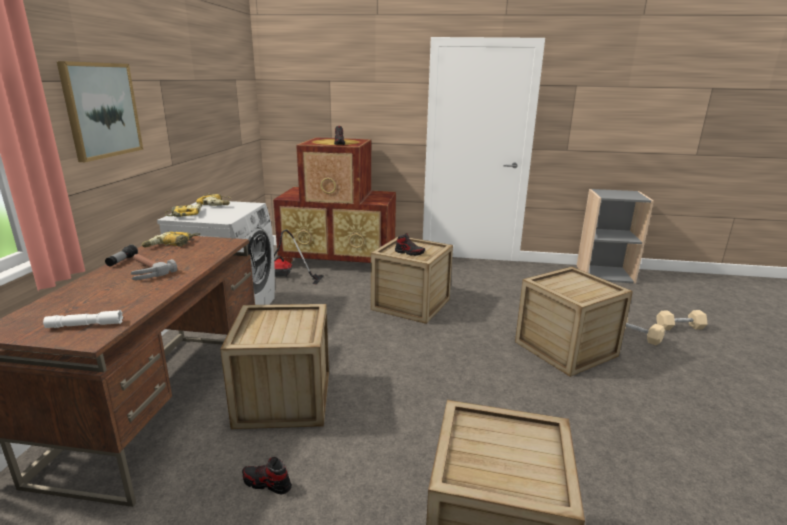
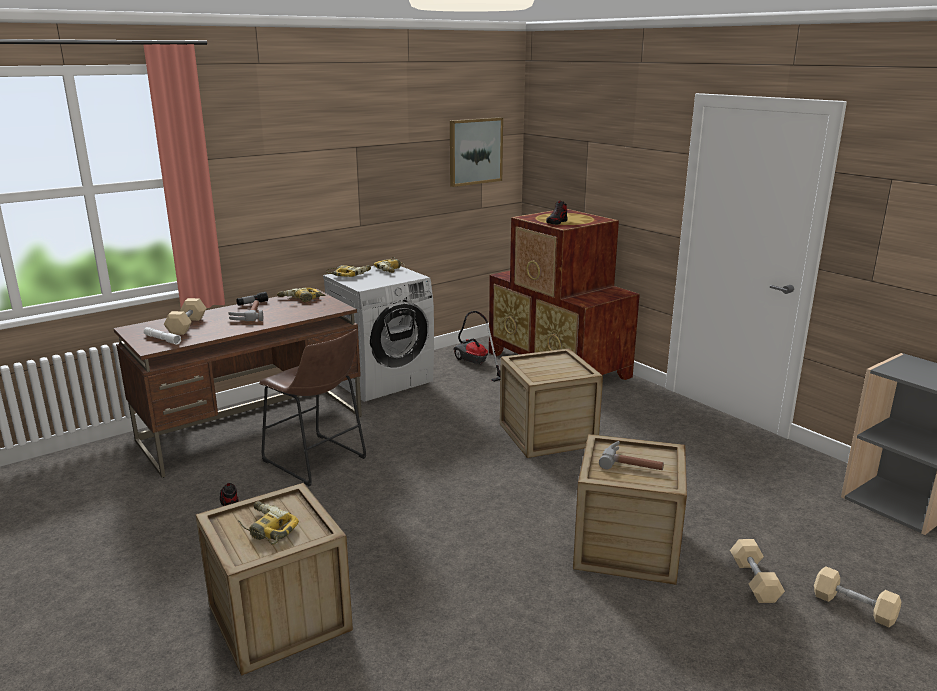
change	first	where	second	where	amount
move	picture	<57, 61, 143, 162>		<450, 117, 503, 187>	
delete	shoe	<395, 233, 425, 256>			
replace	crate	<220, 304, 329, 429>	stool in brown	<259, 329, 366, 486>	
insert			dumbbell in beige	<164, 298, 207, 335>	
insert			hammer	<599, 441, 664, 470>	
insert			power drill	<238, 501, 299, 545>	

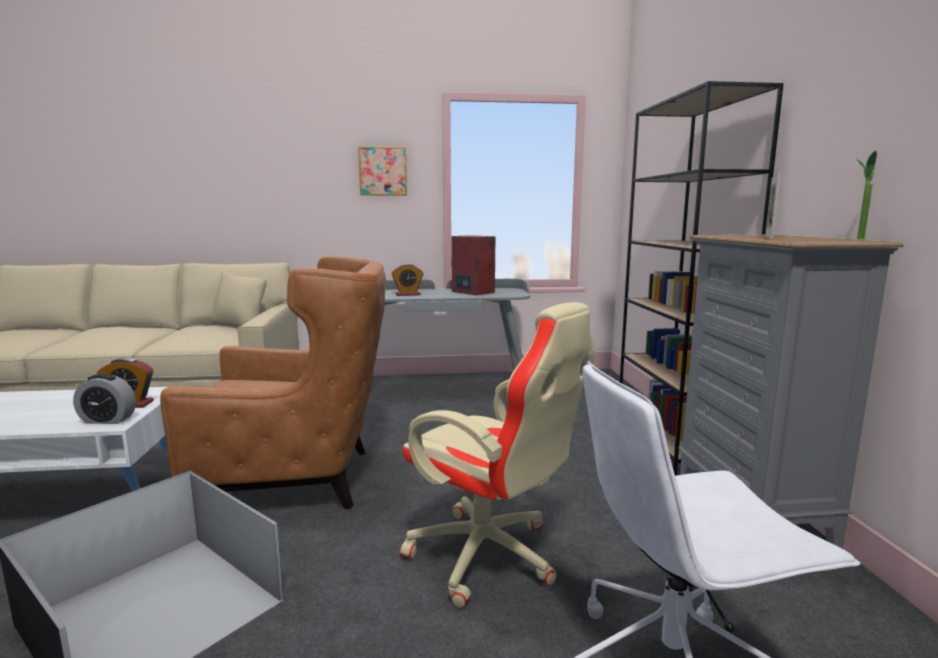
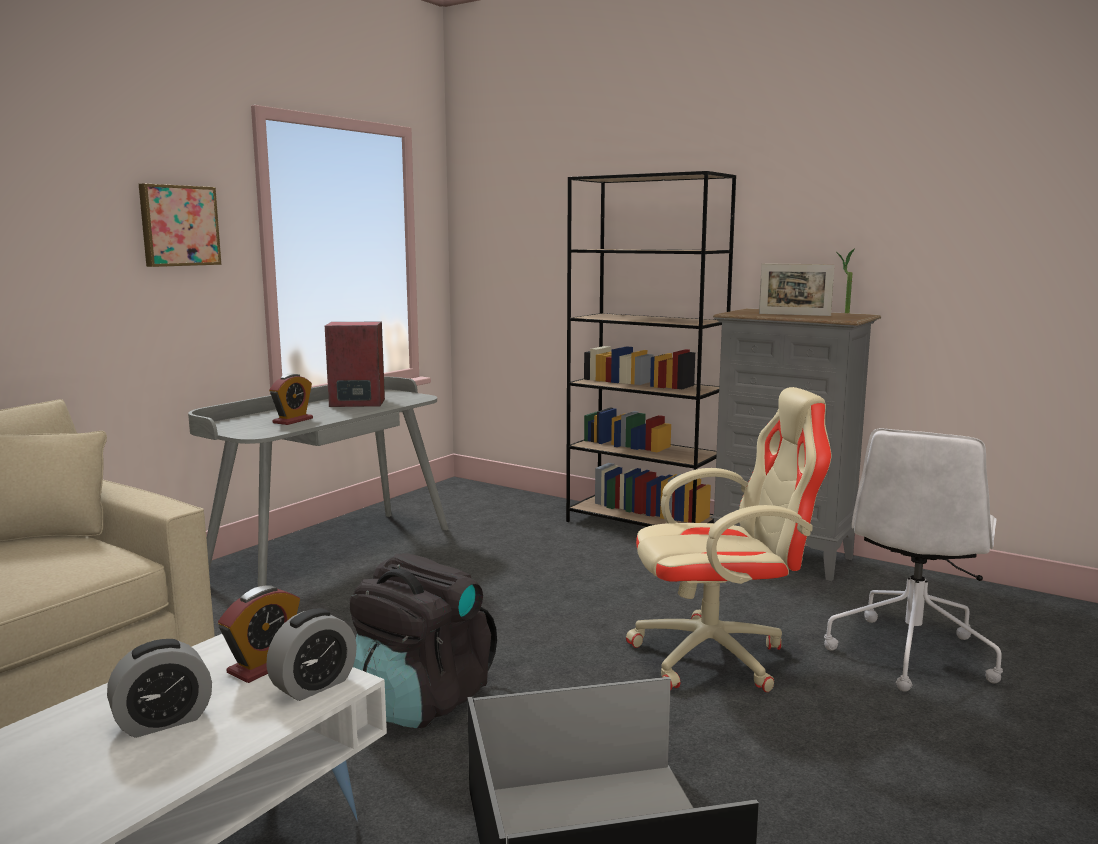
change	first	where	second	where	amount
rotate	picture frame	<765, 172, 781, 239>		<759, 263, 835, 316>	45 degrees counterclockwise
replace	armchair in brown	<160, 256, 386, 509>	backpack in black	<350, 553, 497, 728>	
insert			alarm clock	<107, 639, 212, 738>	

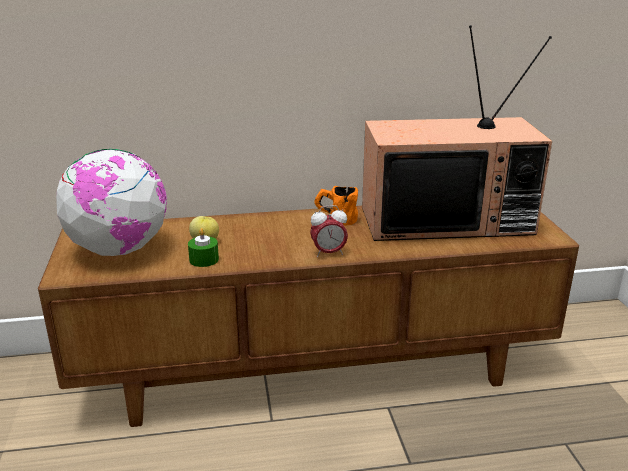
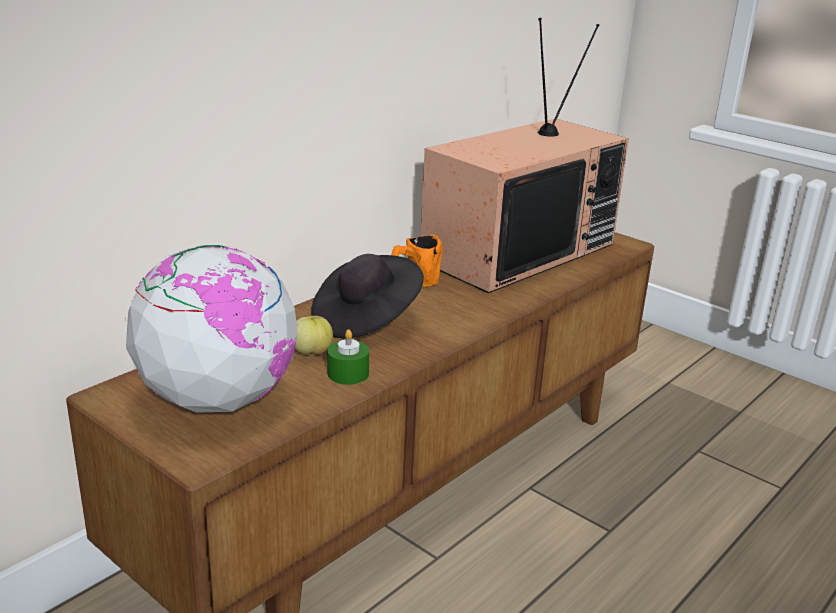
change	first	where	second	where	amount
delete	alarm clock	<310, 205, 348, 257>			
insert			hat in black	<311, 254, 424, 338>	

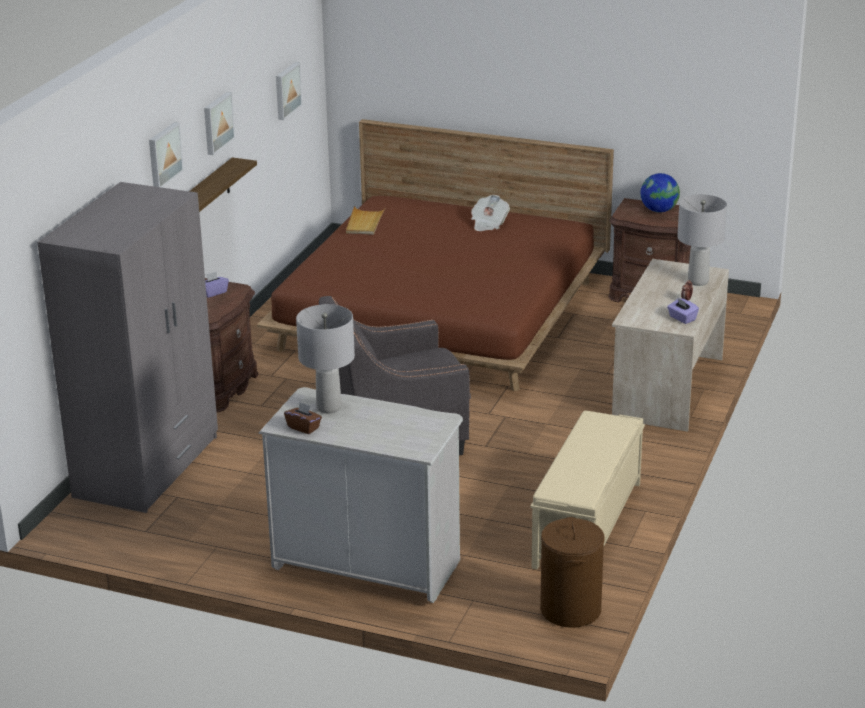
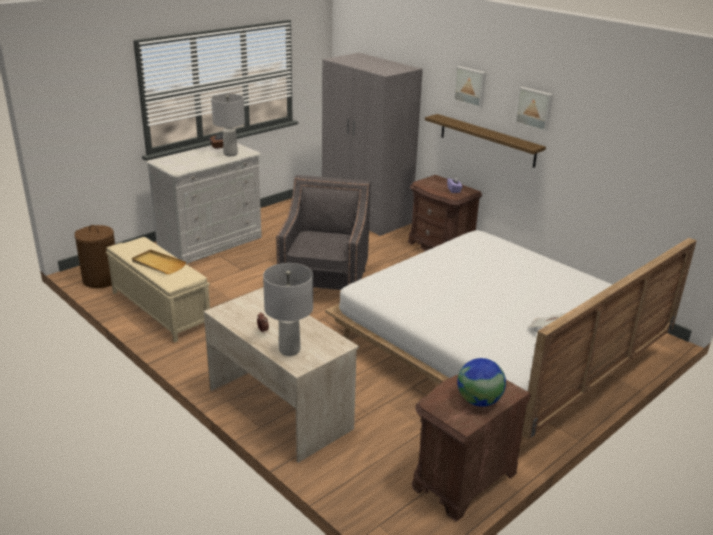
change	first	where	second	where	amount
delete	picture	<276, 62, 302, 120>			
recolor	bed in brown	<257, 119, 614, 391>	bed in white	<325, 230, 697, 440>	
move	tray in beige	<346, 206, 386, 235>		<132, 249, 186, 274>	
delete	tissue box in purple	<667, 297, 699, 324>			

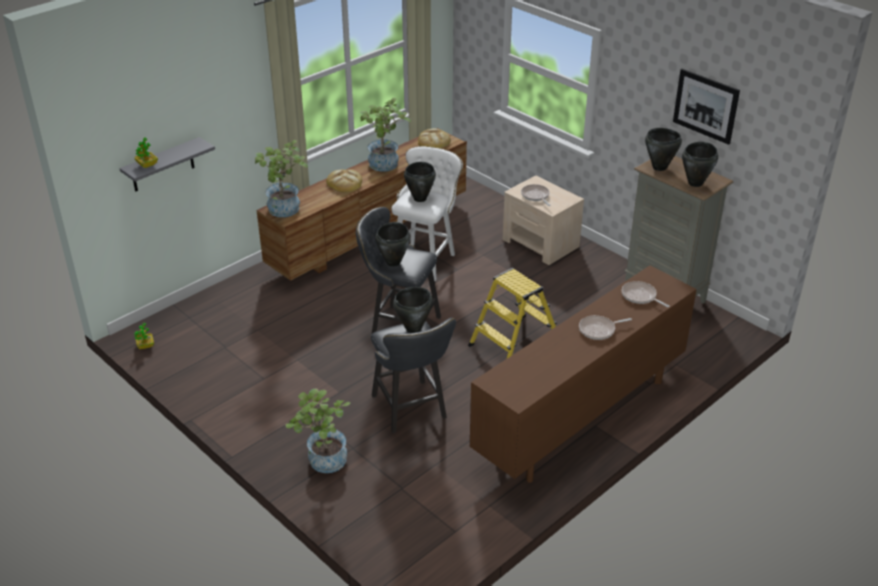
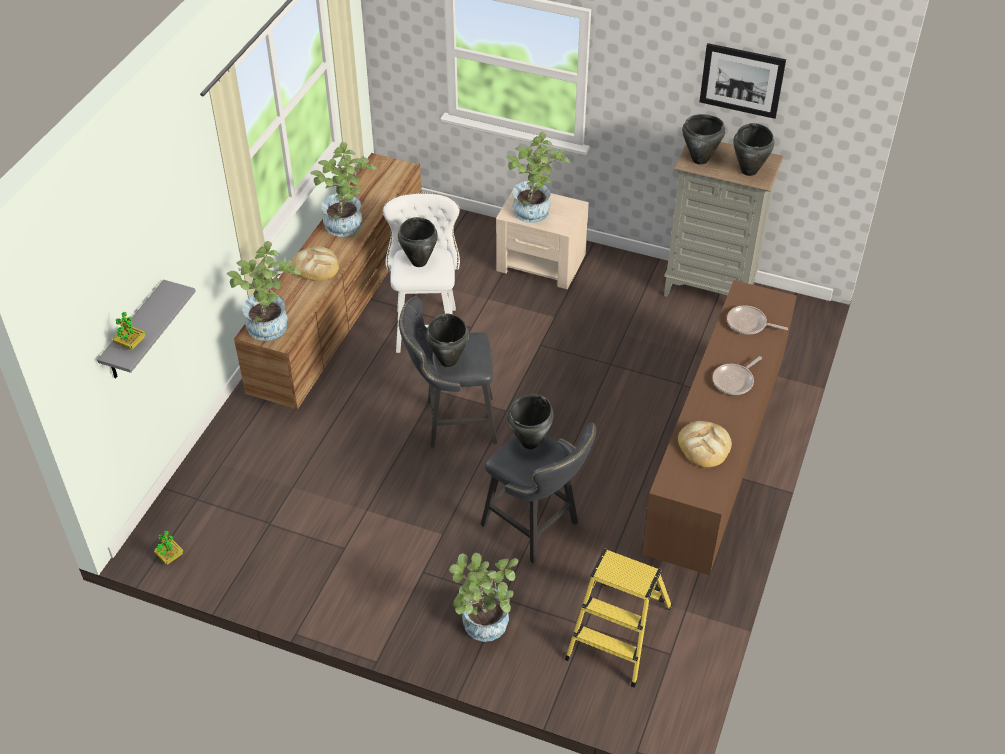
change	first	where	second	where	amount
move	bread	<418, 128, 451, 148>		<678, 421, 732, 467>	
replace	frying pan	<521, 184, 551, 206>	potted plant	<506, 132, 570, 223>	
move	step ladder in yellow	<468, 267, 557, 358>		<565, 548, 672, 688>	

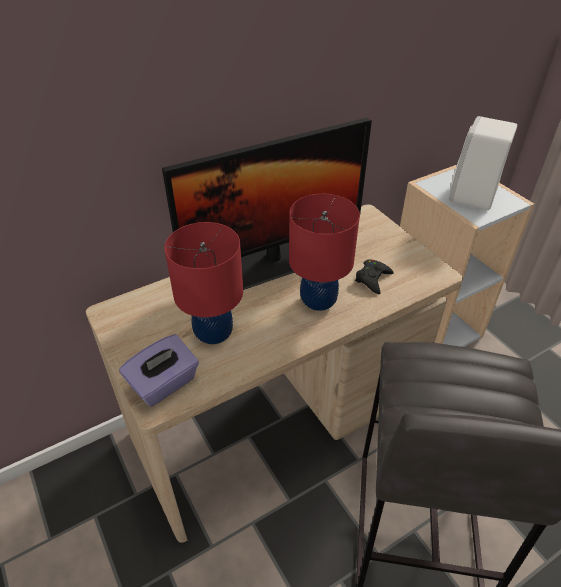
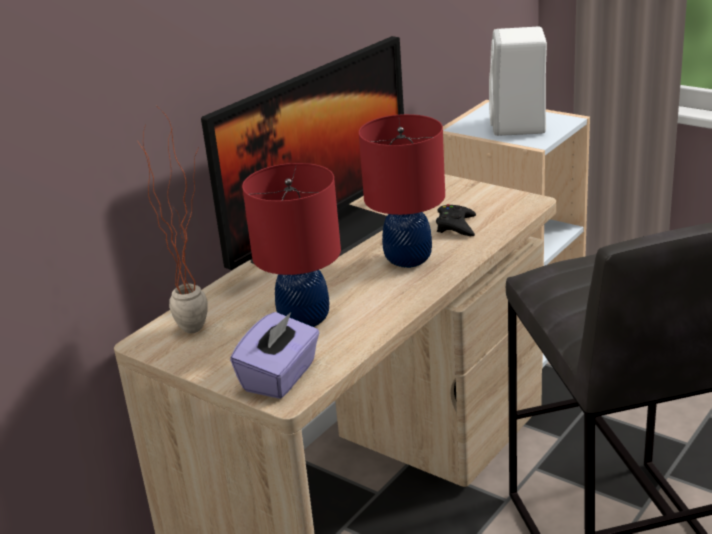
change	first	where	second	where	amount
insert			potted plant	<138, 107, 208, 333>	

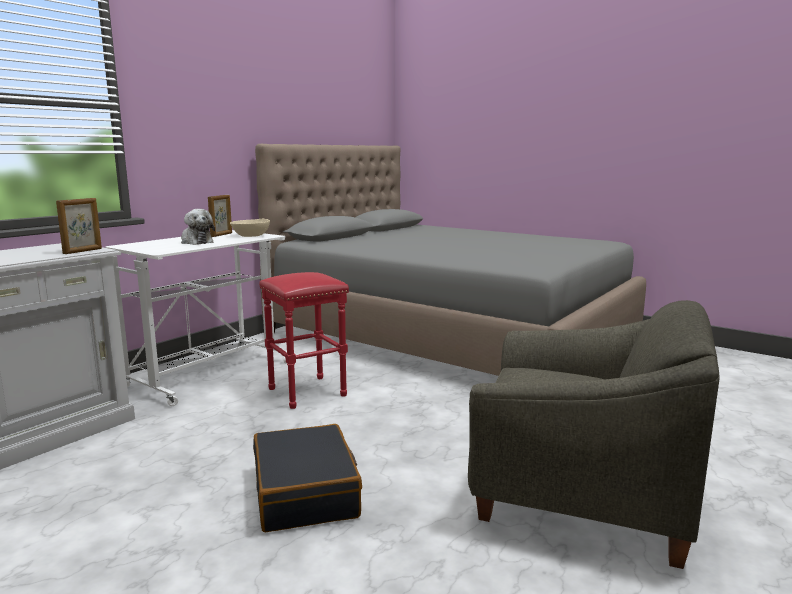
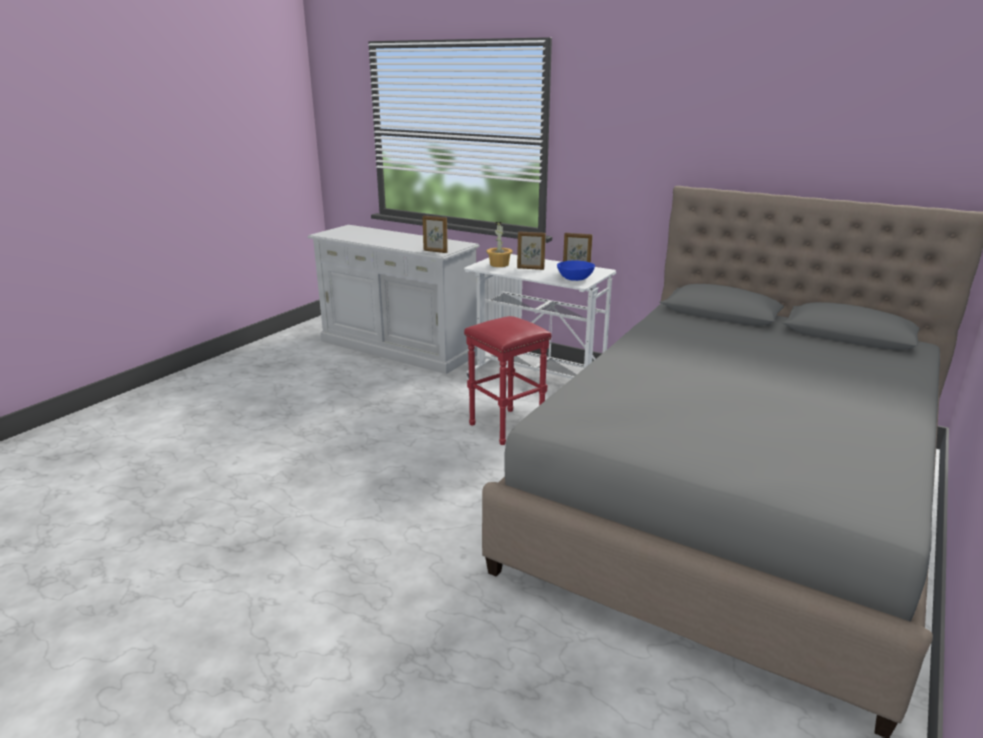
change	first	where	second	where	amount
replace	plush toy	<181, 209, 215, 245>	picture frame	<517, 231, 546, 270>	
recolor	bowl in beige	<230, 219, 270, 237>	bowl in blue	<557, 261, 595, 281>	
delete	armchair in grey	<468, 300, 719, 569>			
delete	suitcase in black	<253, 424, 362, 532>			
insert			potted plant	<487, 222, 513, 267>	

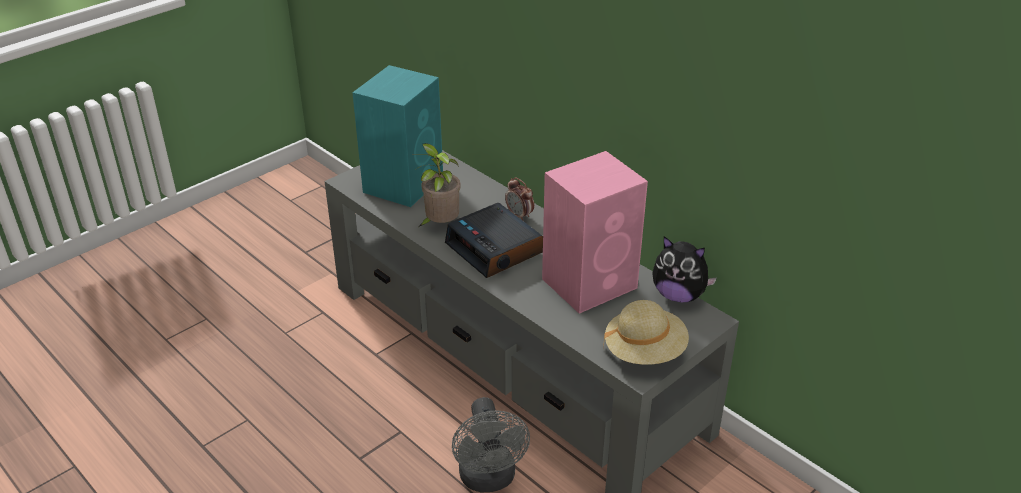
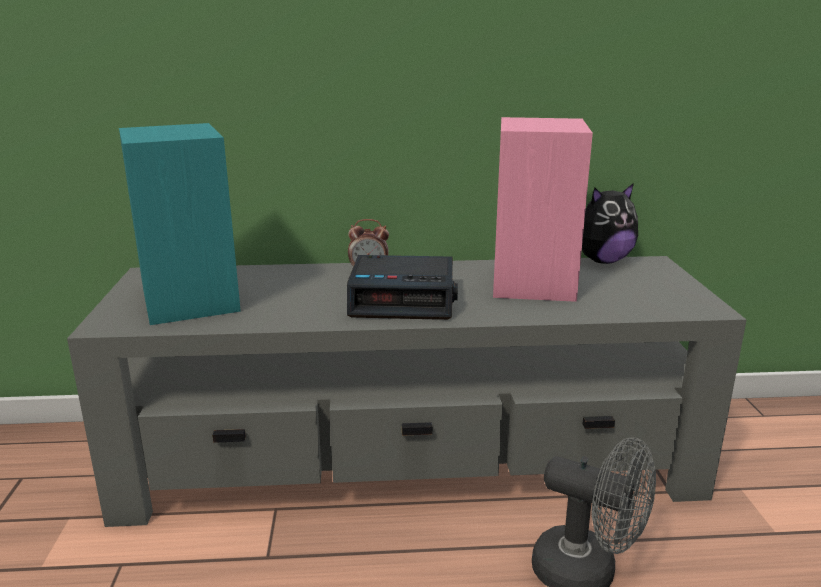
change	first	where	second	where	amount
delete	potted plant	<414, 143, 461, 227>			
delete	hat in beige	<603, 300, 689, 365>			

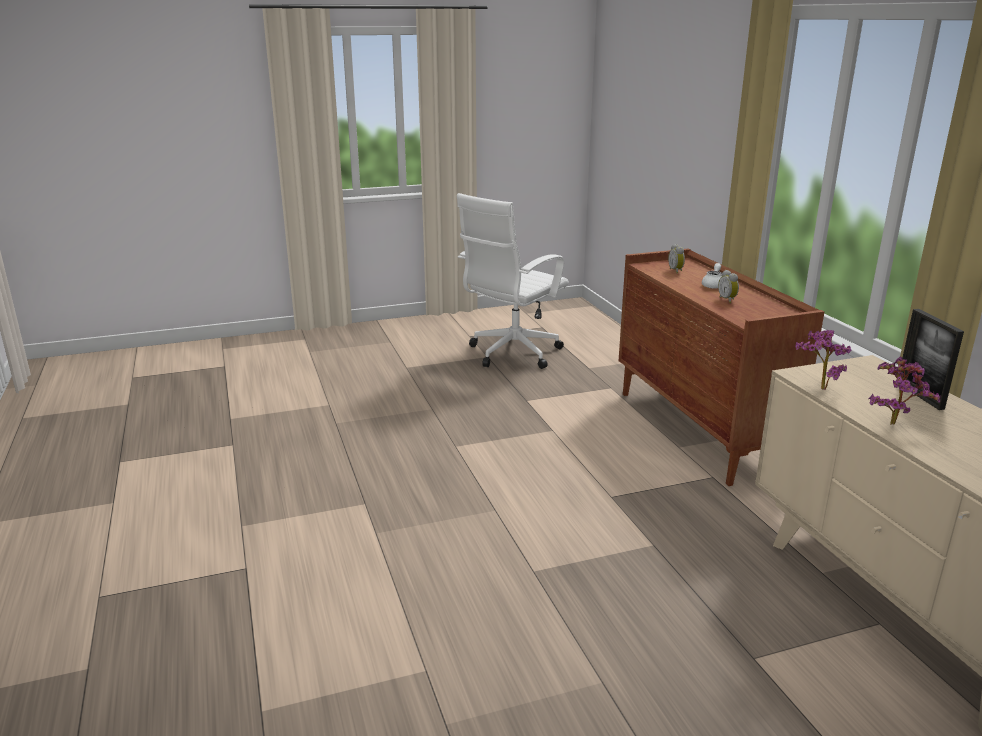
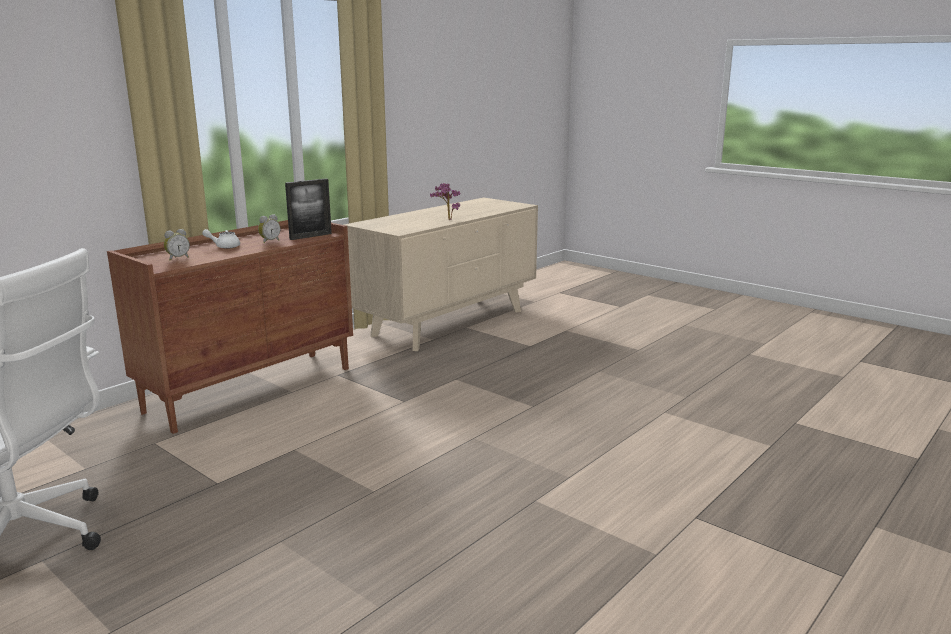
change	first	where	second	where	amount
move	picture frame	<901, 309, 964, 410>		<285, 178, 332, 240>	
delete	potted plant	<795, 329, 851, 390>			

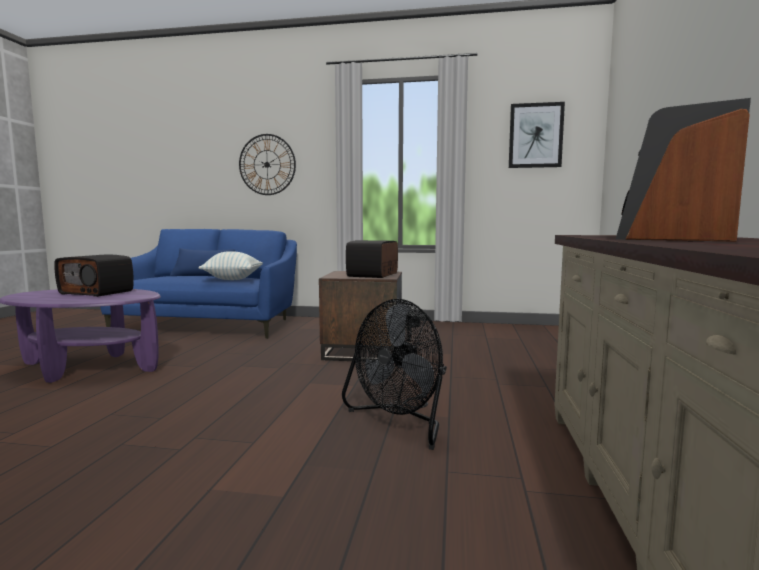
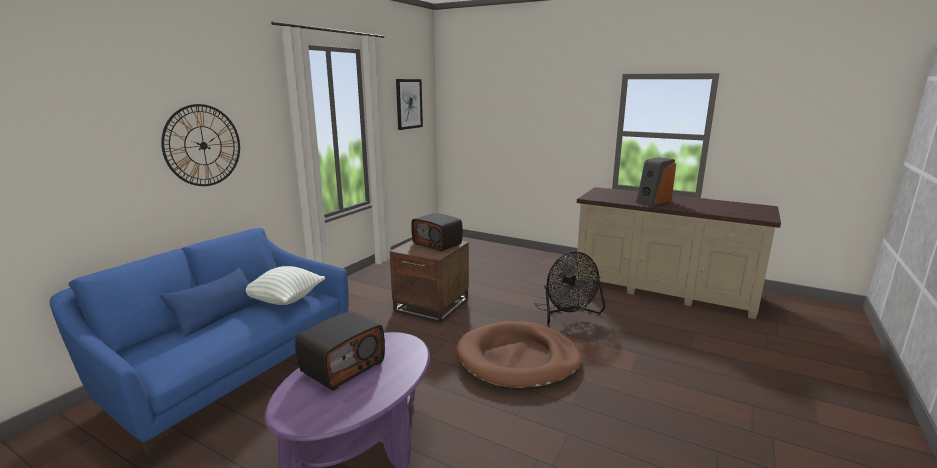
change	first	where	second	where	amount
insert			dog bed in brown	<456, 321, 582, 390>	

